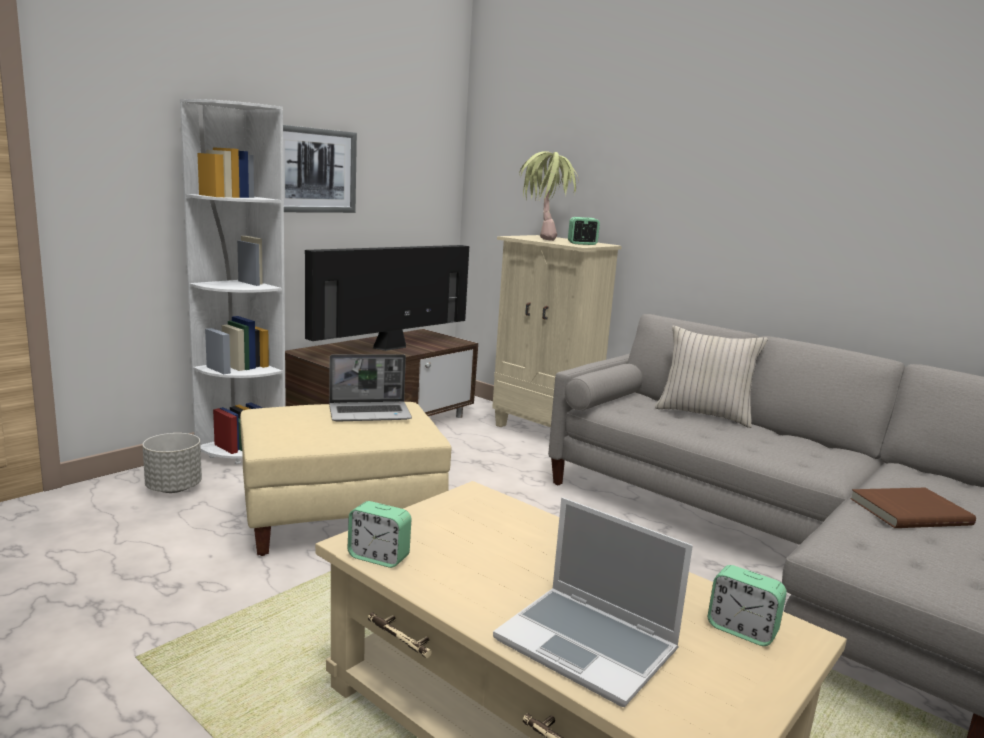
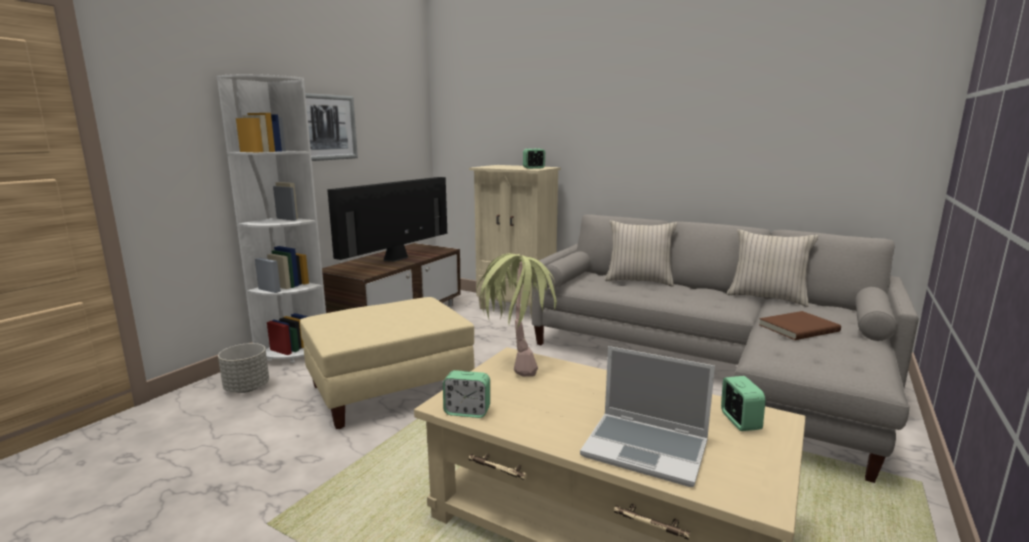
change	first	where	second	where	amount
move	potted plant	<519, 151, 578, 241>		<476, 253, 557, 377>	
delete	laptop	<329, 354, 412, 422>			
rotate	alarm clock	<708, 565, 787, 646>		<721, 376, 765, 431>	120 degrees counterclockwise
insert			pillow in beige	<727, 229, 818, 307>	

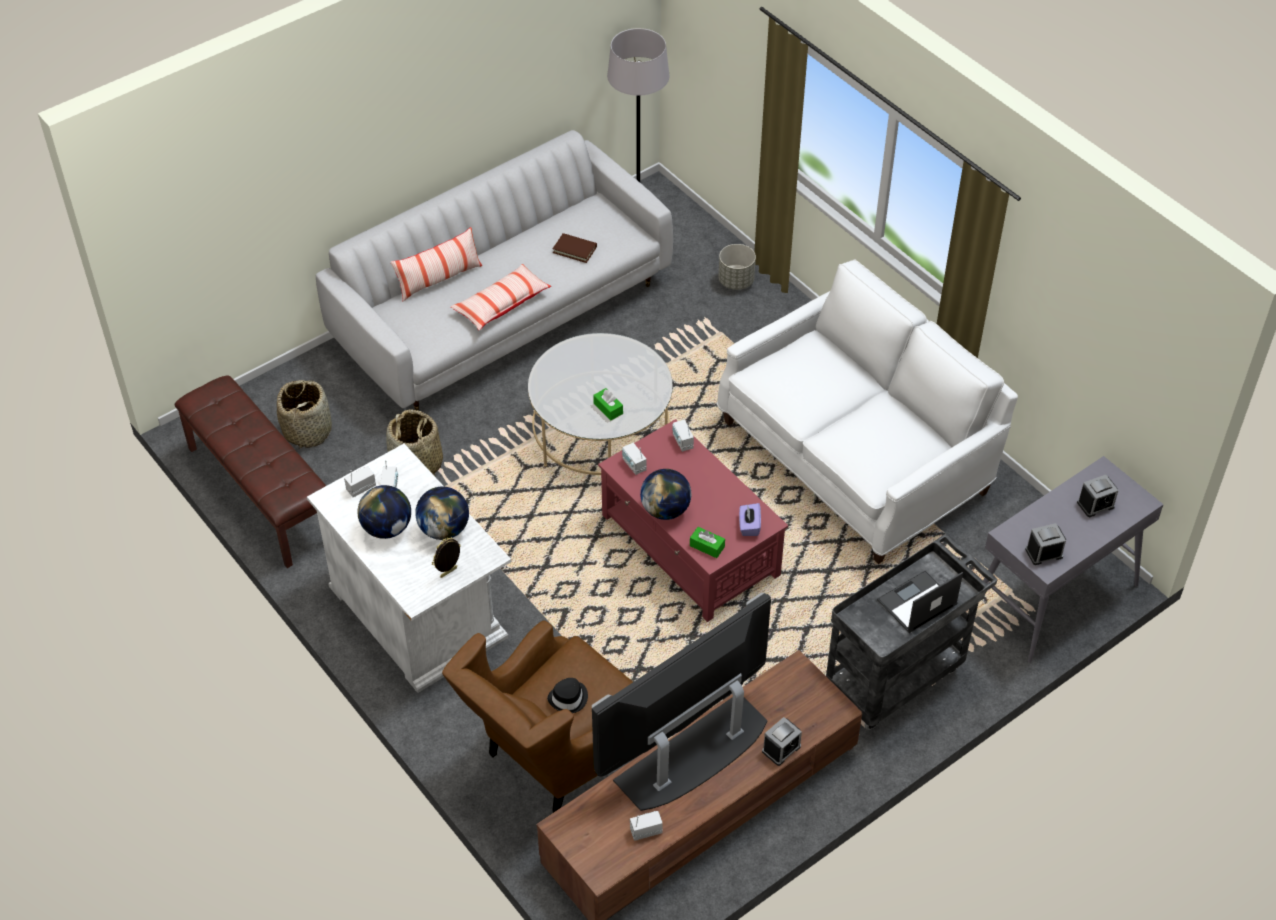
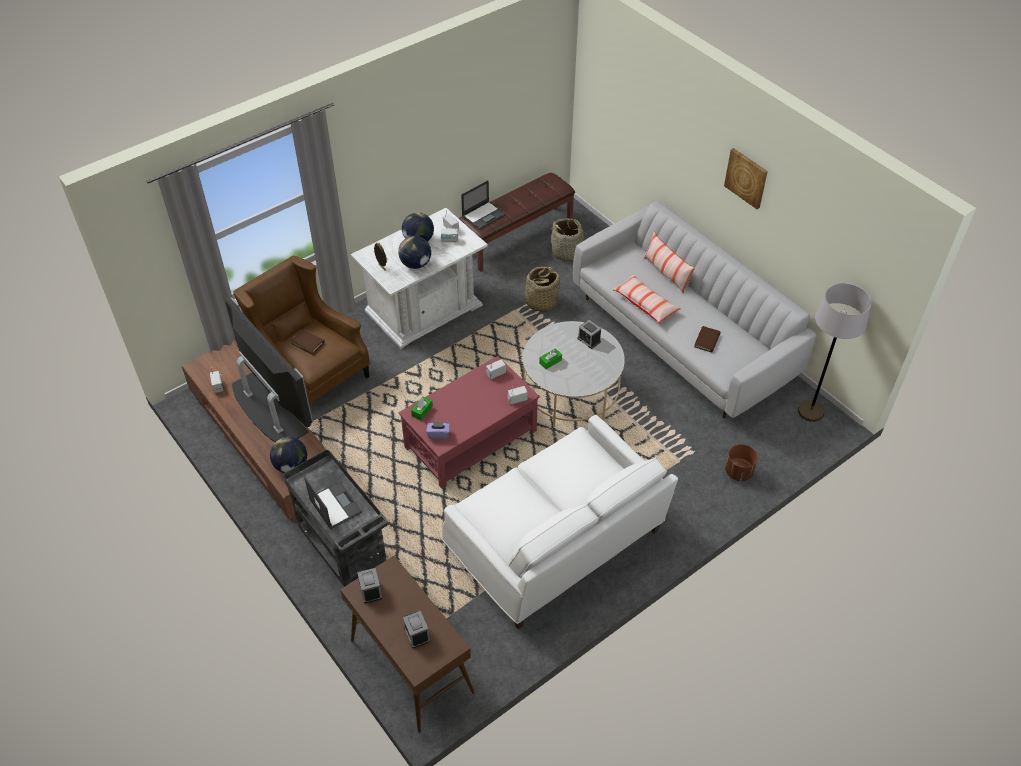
change	first	where	second	where	amount
recolor	planter in grey	<718, 244, 756, 290>	planter in brown	<725, 444, 758, 481>	
recolor	console table in grey	<983, 456, 1164, 663>	console table in brown	<340, 556, 475, 733>	
move	globe	<640, 469, 691, 520>		<270, 437, 307, 473>	
replace	hat in black	<547, 678, 588, 713>	book in brown	<290, 329, 325, 354>	
move	alarm clock	<762, 717, 802, 766>		<577, 320, 601, 349>	
insert			picture	<724, 148, 768, 209>	
insert			laptop	<461, 180, 506, 230>	

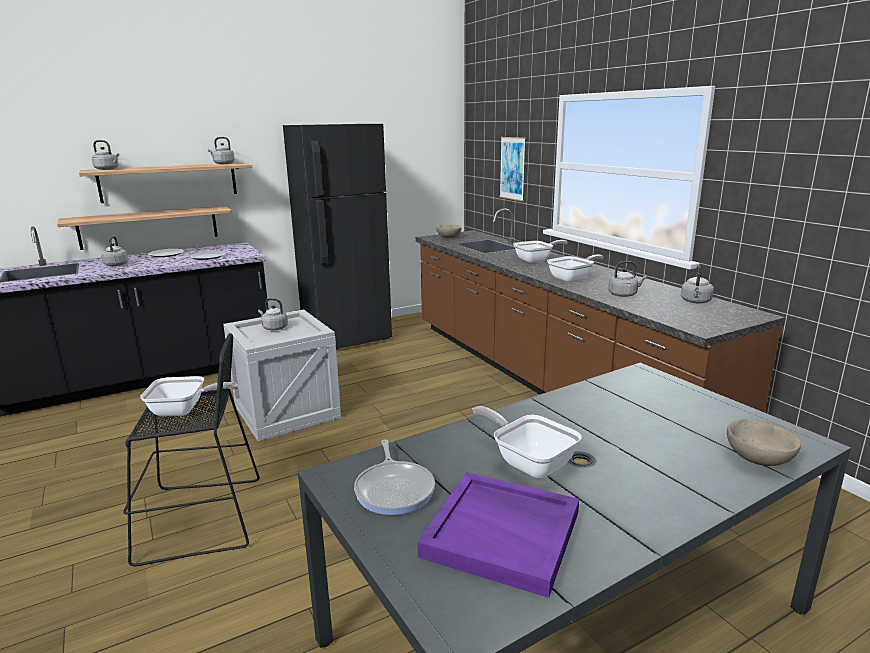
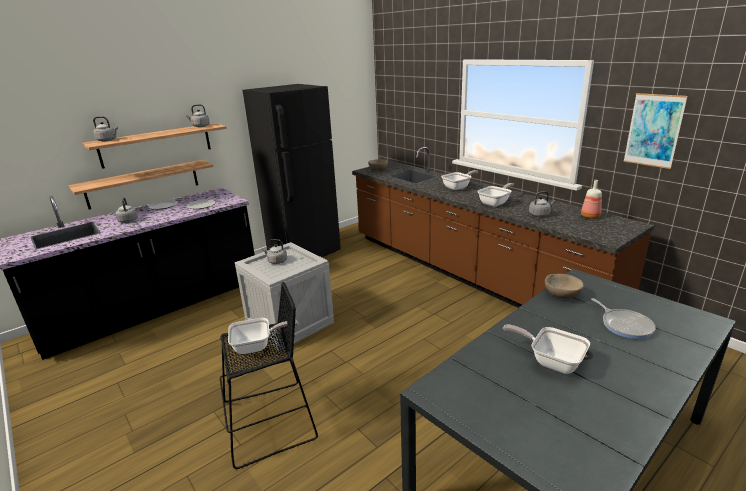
change	first	where	second	where	amount
move	picture	<499, 137, 526, 201>		<623, 93, 688, 169>	
replace	kettle in grey	<681, 265, 714, 303>	bottle	<581, 180, 602, 219>	
move	bowl in beige	<727, 419, 801, 466>		<545, 274, 584, 299>	
move	frying pan	<354, 439, 435, 515>		<591, 298, 656, 339>	
delete	tray in purple	<417, 472, 579, 598>			

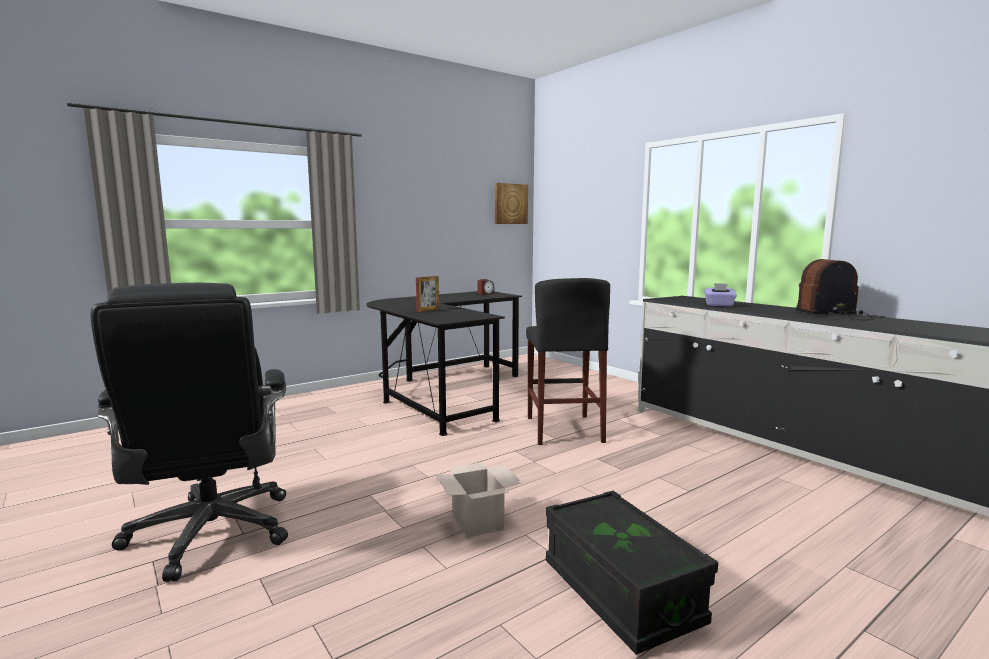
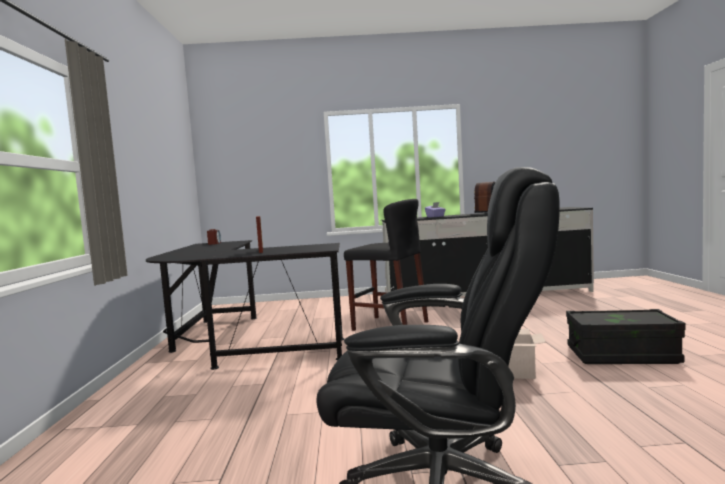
change	first	where	second	where	amount
delete	picture	<495, 183, 528, 224>			

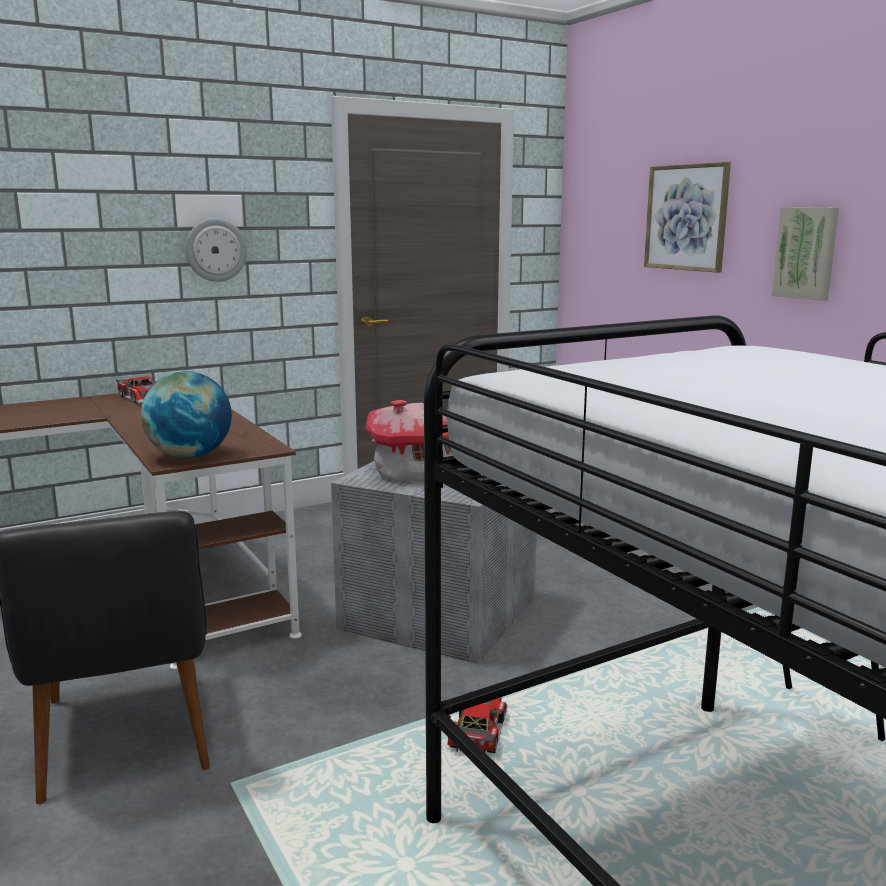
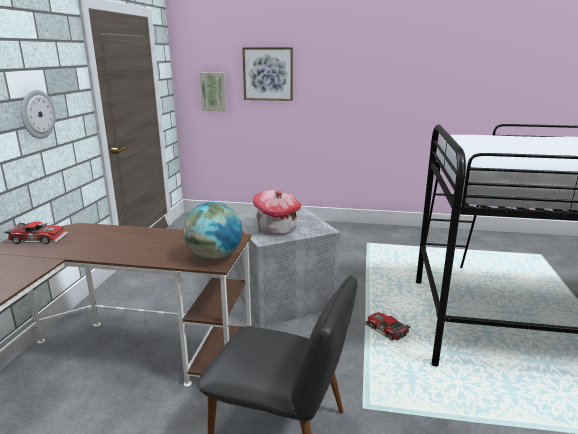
change	first	where	second	where	amount
move	picture	<772, 207, 839, 301>		<199, 72, 227, 111>	

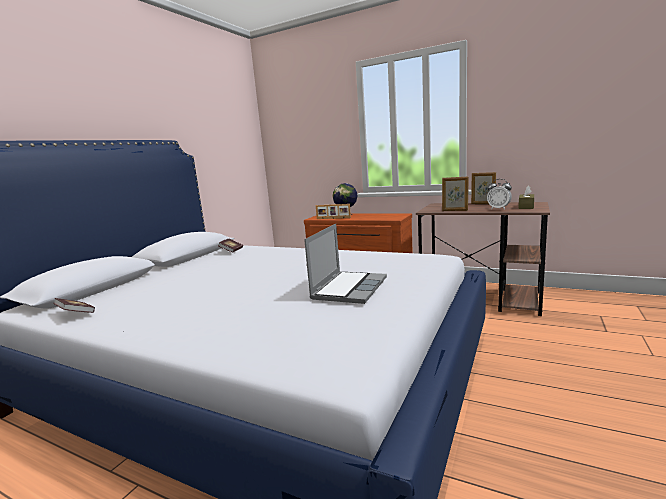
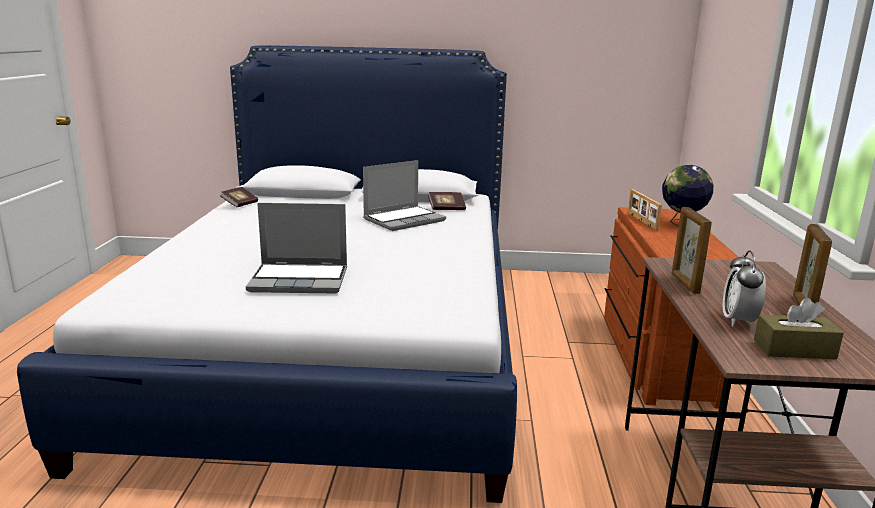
change	first	where	second	where	amount
insert			laptop	<363, 160, 446, 231>	

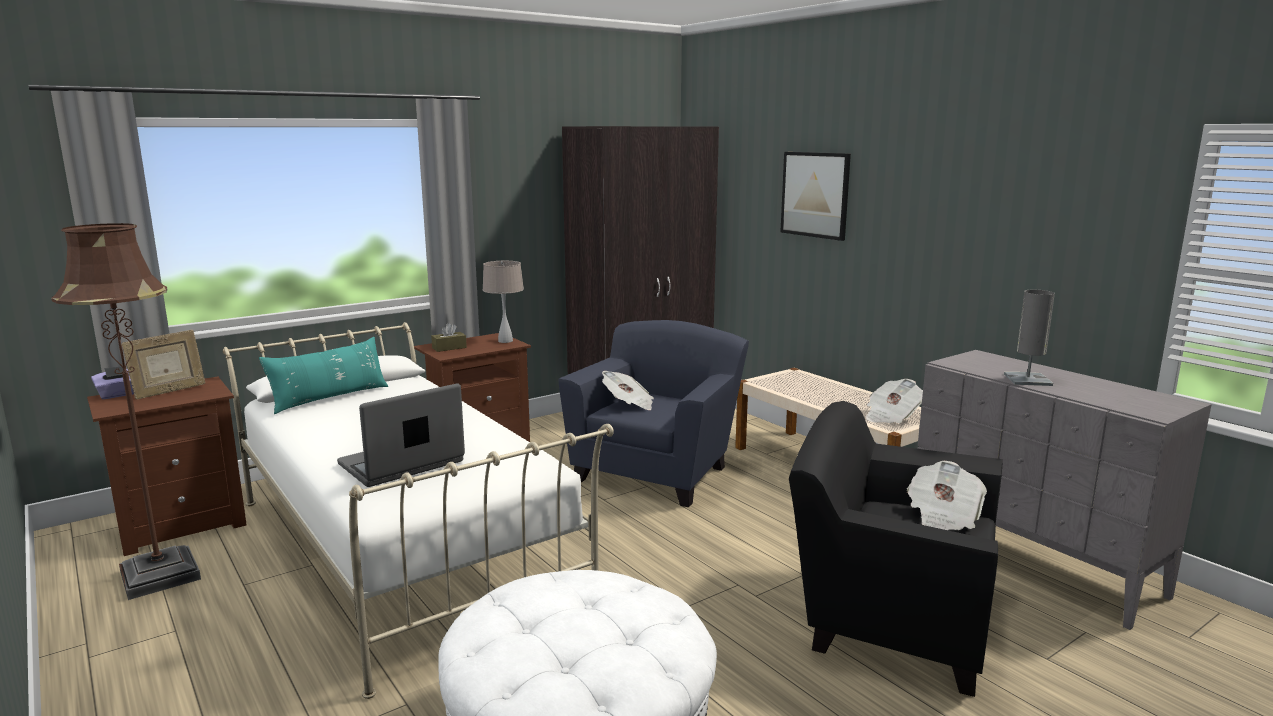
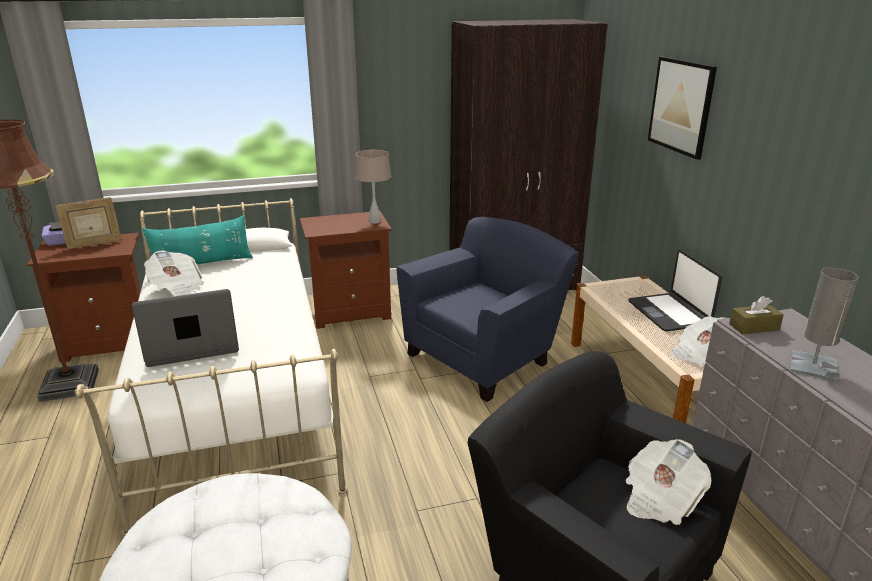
change	first	where	second	where	amount
move	tissue box in brown	<431, 323, 467, 352>		<729, 296, 784, 334>	
move	newspaper	<602, 371, 654, 410>		<144, 250, 204, 296>	
insert			laptop	<628, 249, 722, 331>	

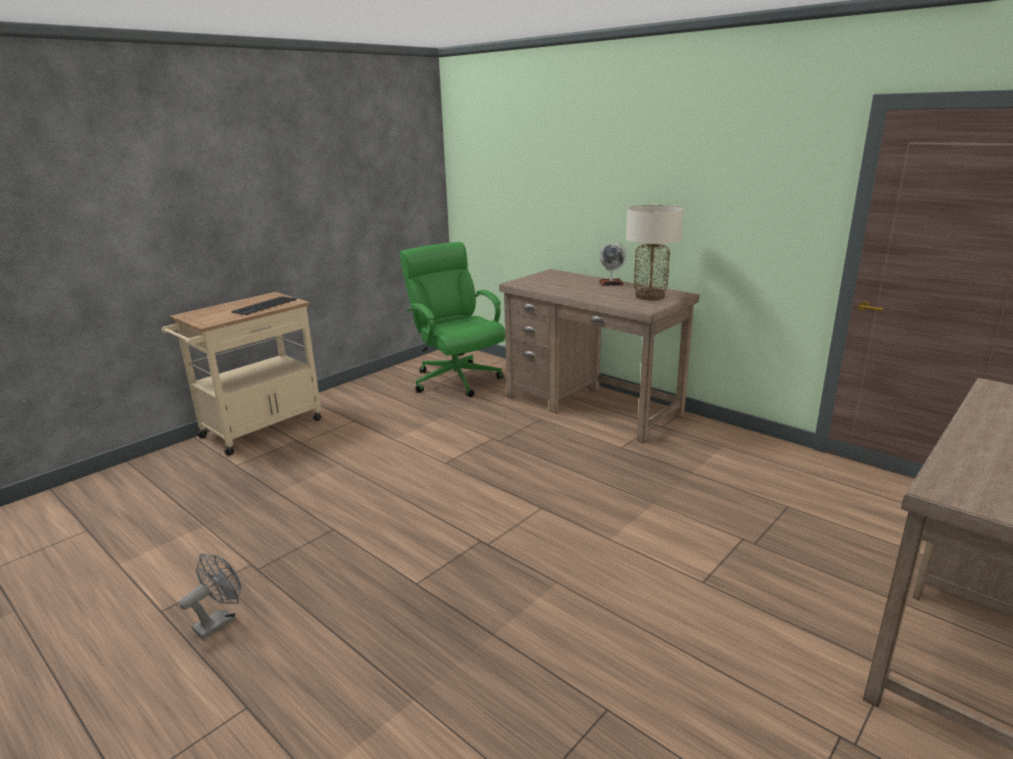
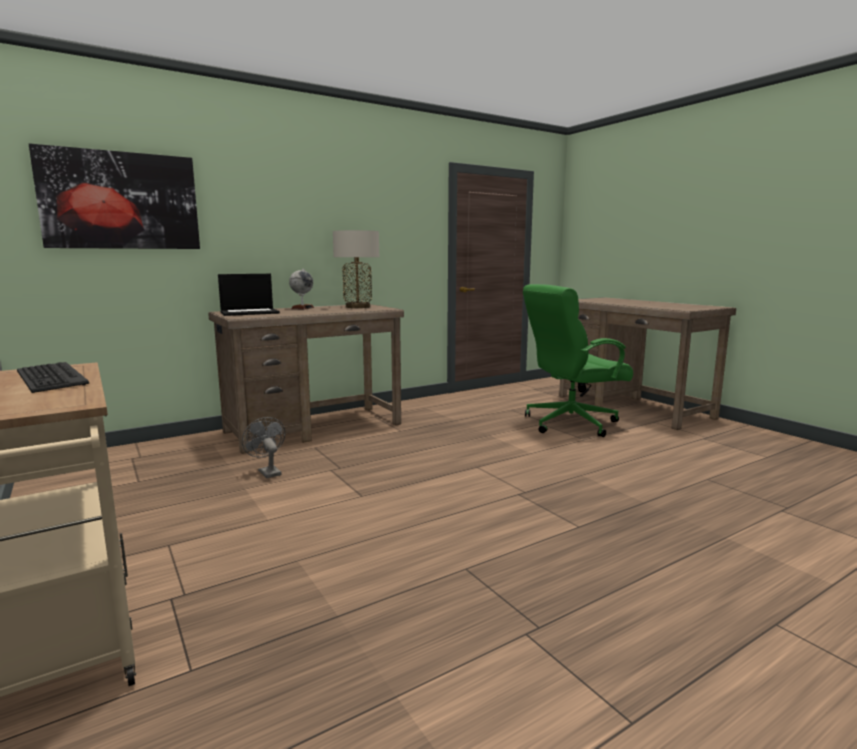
change	first	where	second	where	amount
move	office chair in green	<399, 242, 505, 397>		<523, 284, 633, 437>	
move	fan in grey	<179, 554, 241, 639>		<242, 417, 285, 478>	
insert			picture	<29, 143, 200, 249>	
insert			laptop	<218, 274, 280, 316>	

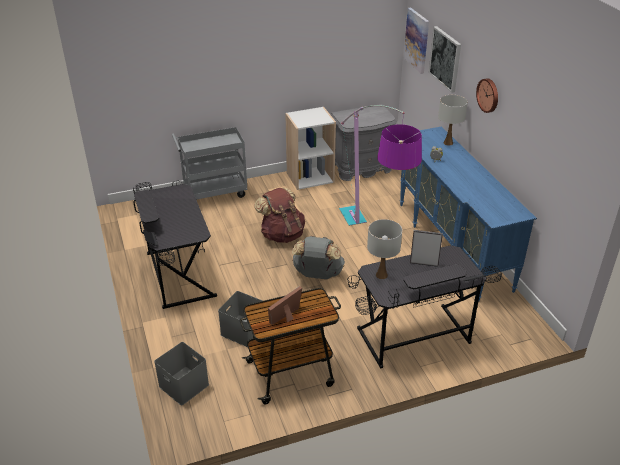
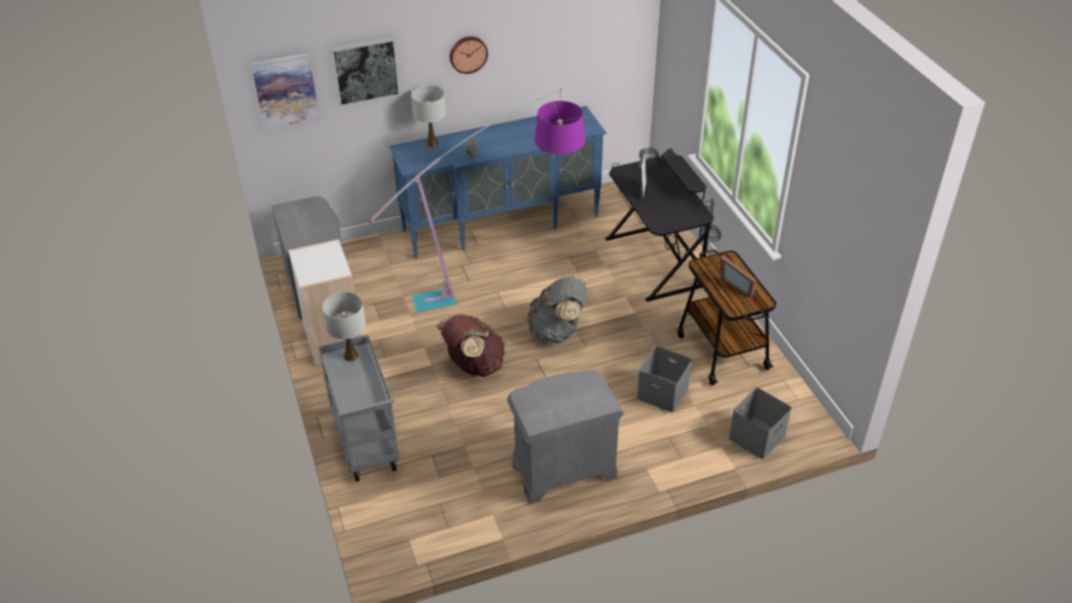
change	first	where	second	where	amount
replace	desk in black	<133, 181, 217, 309>	nightstand in grey	<507, 369, 624, 504>	
move	table lamp in white	<367, 219, 402, 279>		<322, 292, 366, 361>	

